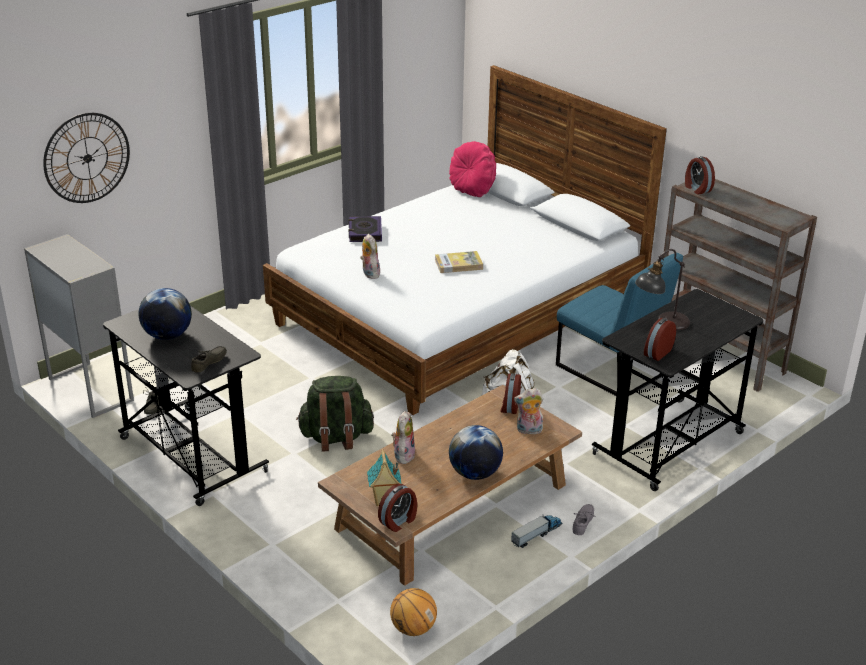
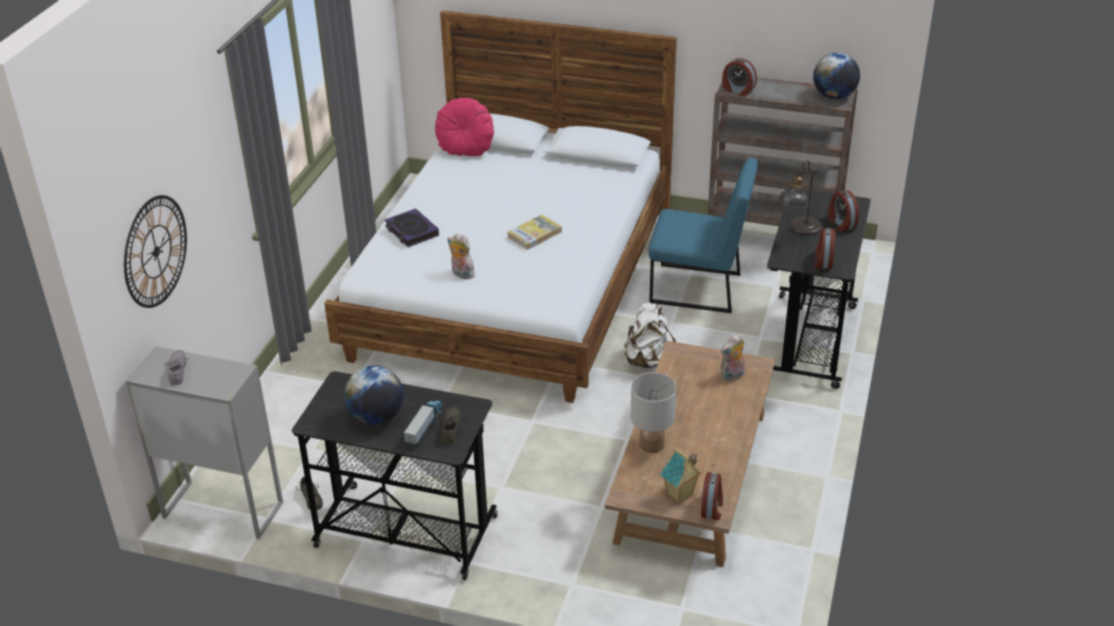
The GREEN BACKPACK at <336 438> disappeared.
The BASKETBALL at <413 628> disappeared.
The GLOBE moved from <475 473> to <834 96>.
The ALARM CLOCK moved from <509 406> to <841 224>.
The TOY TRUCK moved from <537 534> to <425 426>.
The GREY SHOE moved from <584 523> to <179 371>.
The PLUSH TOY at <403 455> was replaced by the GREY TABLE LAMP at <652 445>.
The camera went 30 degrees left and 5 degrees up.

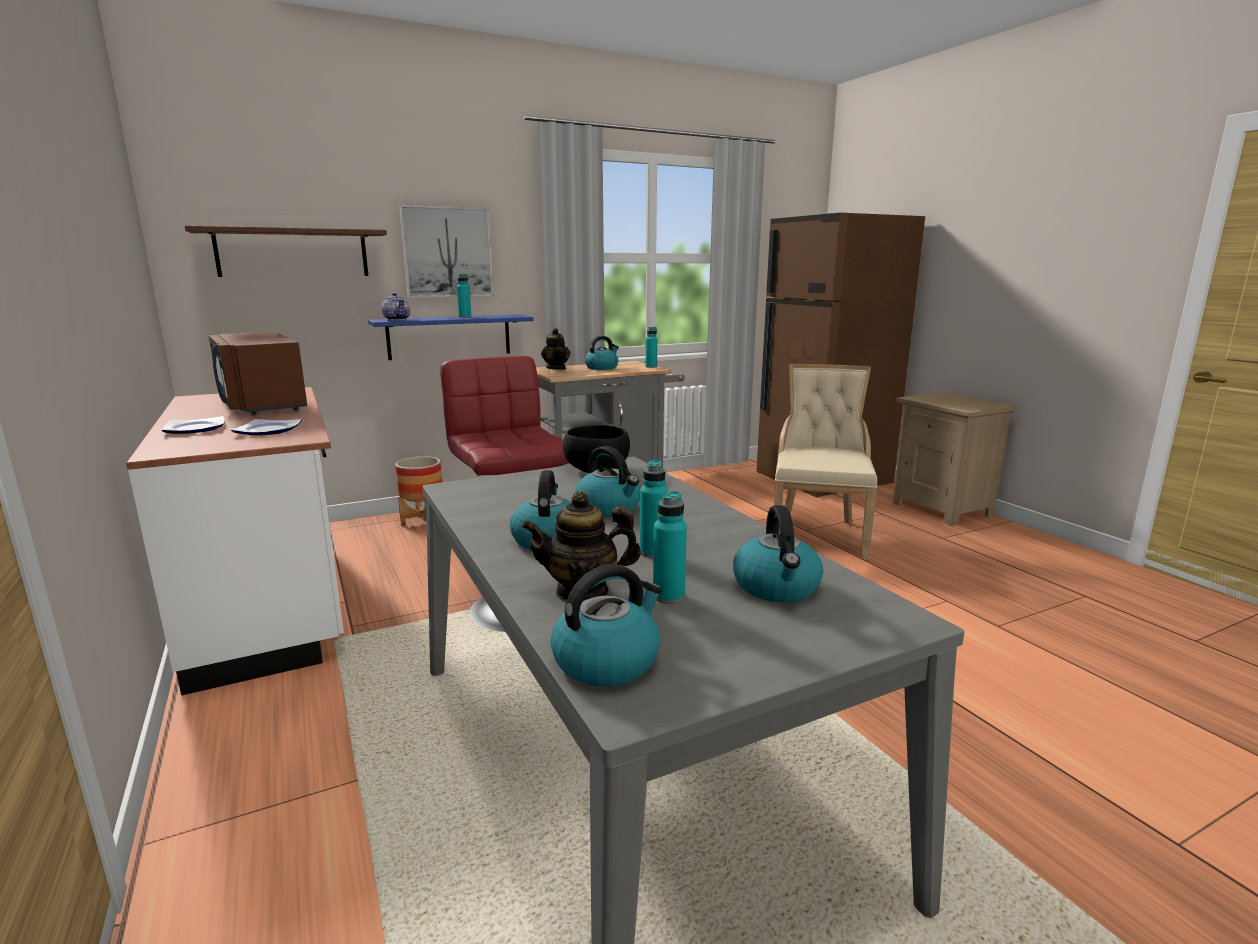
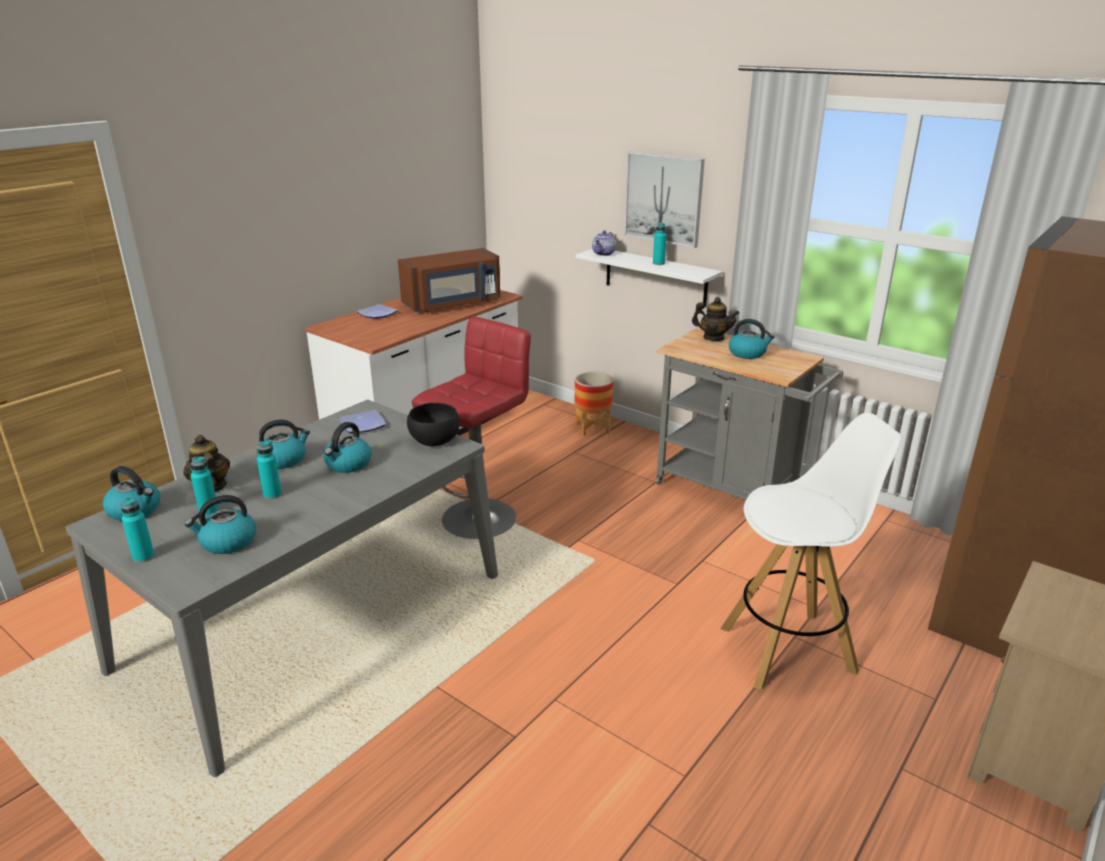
The BROWN SHELF at <293 253> disappeared.
The PLATE moved from <270 430> to <363 425>.
The TURQUOISE BOTTLE moved from <651 367> to <143 557>.
The BEIGE CHAIR at <817 535> was replaced by the WHITE STOOL at <789 649>.
The BLUE SHELF at <449 336> became the WHITE SHELF at <655 277>.
The BROWN MICROWAVE at <261 404> turned 150 degrees counterclockwise.
The TEAPOT at <556 368> turned 105 degrees counterclockwise.
The camera went 65 degrees right and 10 degrees up.

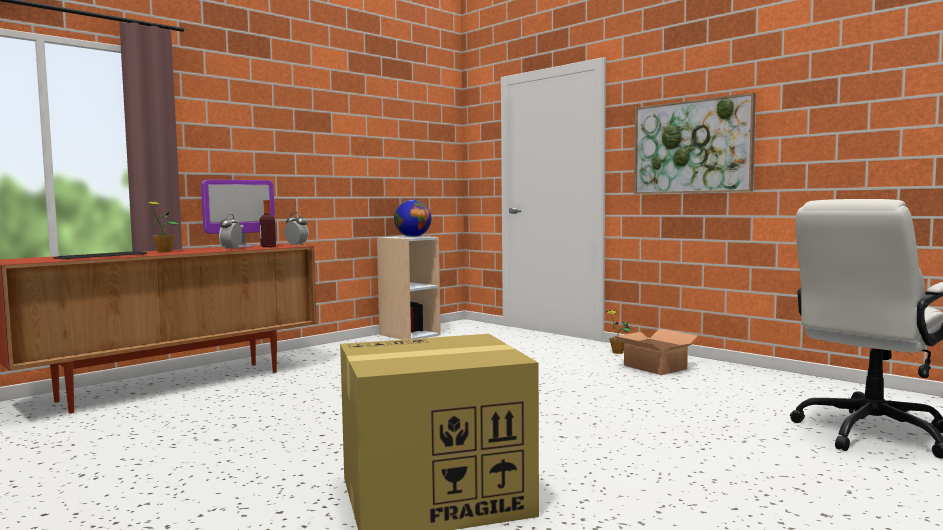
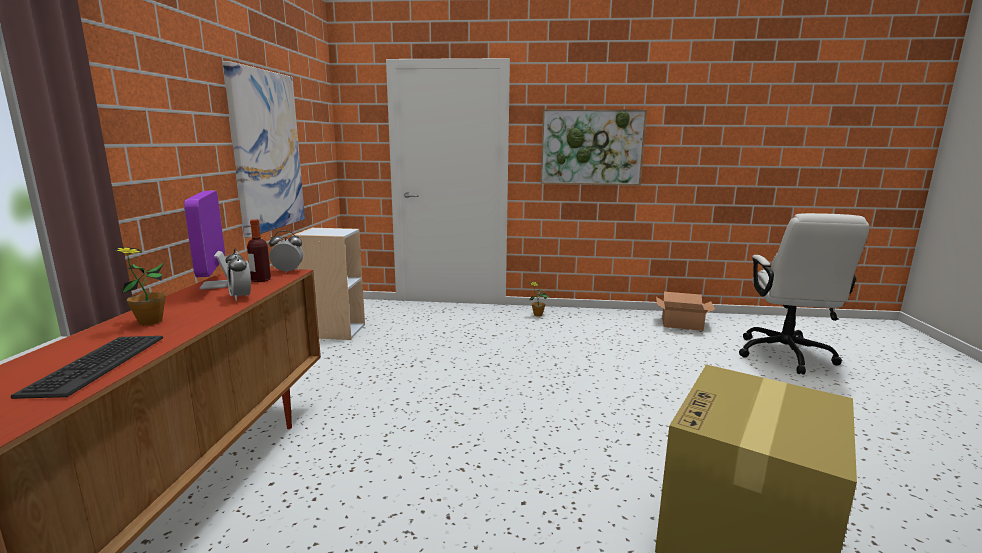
The GLOBE at <413 236> disappeared.
The PICTURE at <267 151> appeared.
The CARDBOARD BOX moved from <655 367> to <682 324>.
The MONITOR at <240 247> turned 150 degrees clockwise.
The camera went 40 degrees left and 10 degrees up.

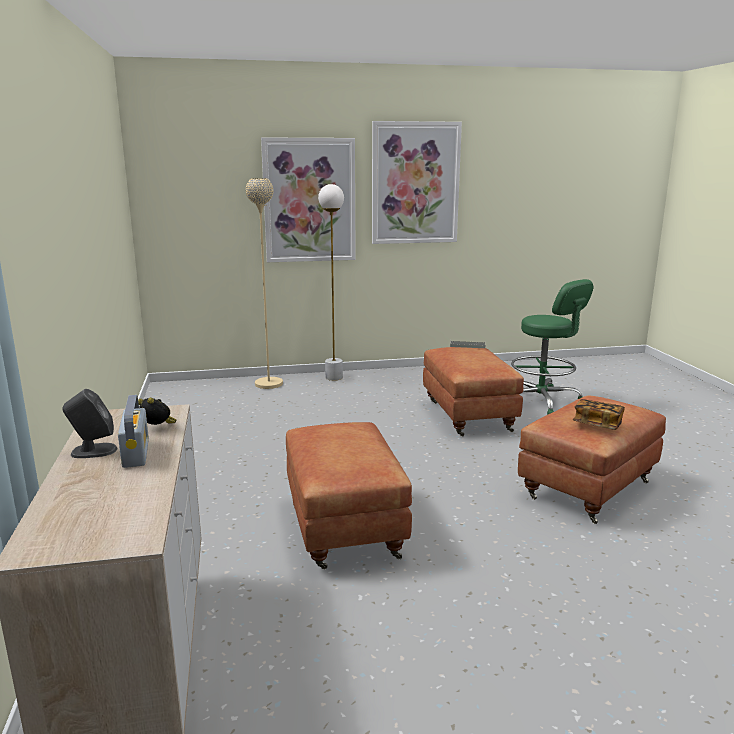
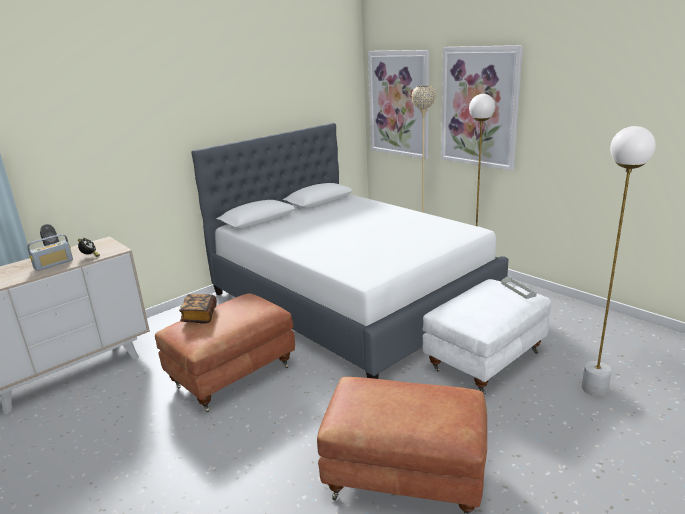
The WHITE BED at <351 299> appeared.
The PICTURE moved from <415 183> to <399 103>.
The BOOK moved from <597 424> to <200 316>.
The GREEN STOOL at <541 401> was replaced by the WHITE FLOOR LAMP at <594 389>.
The BROWN OTTOMAN at <467 416> became the WHITE OTTOMAN at <484 360>.
The camera went 60 degrees right and 5 degrees up.

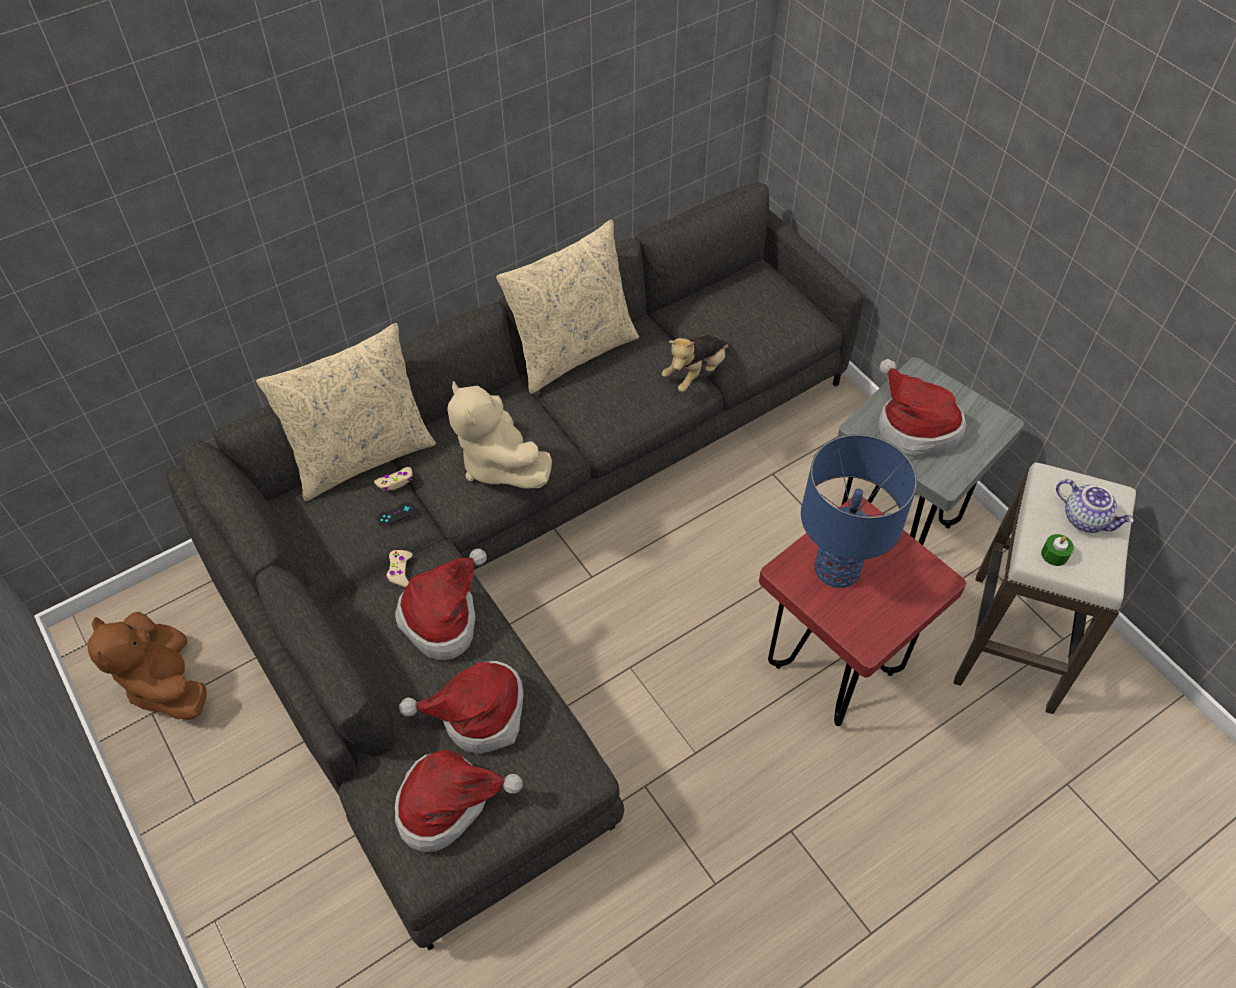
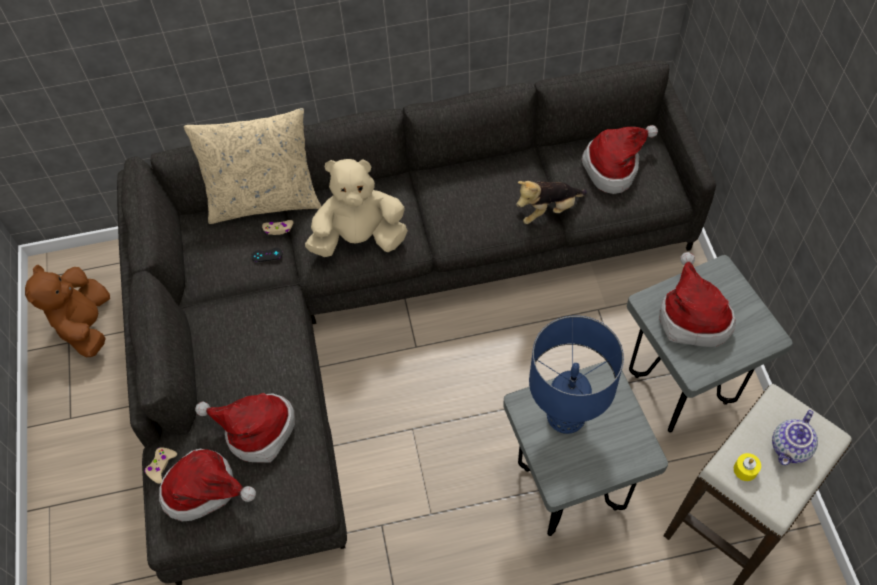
The BEIGE PILLOW at <572 352> disappeared.
The BEIGE GAME CONTROLLER moved from <399 571> to <161 466>.
The HAT moved from <444 617> to <614 166>.
The RED STOOL at <833 669> became the GREY STOOL at <570 488>.
The GREEN CANDLE at <1054 554> became the YELLOW CANDLE at <745 470>.
The BEIGE PLUSH TOY at <499 463> turned 90 degrees clockwise.
The TEAPOT at <1086 519> turned 60 degrees clockwise.
The camera went 25 degrees right and 5 degrees up.

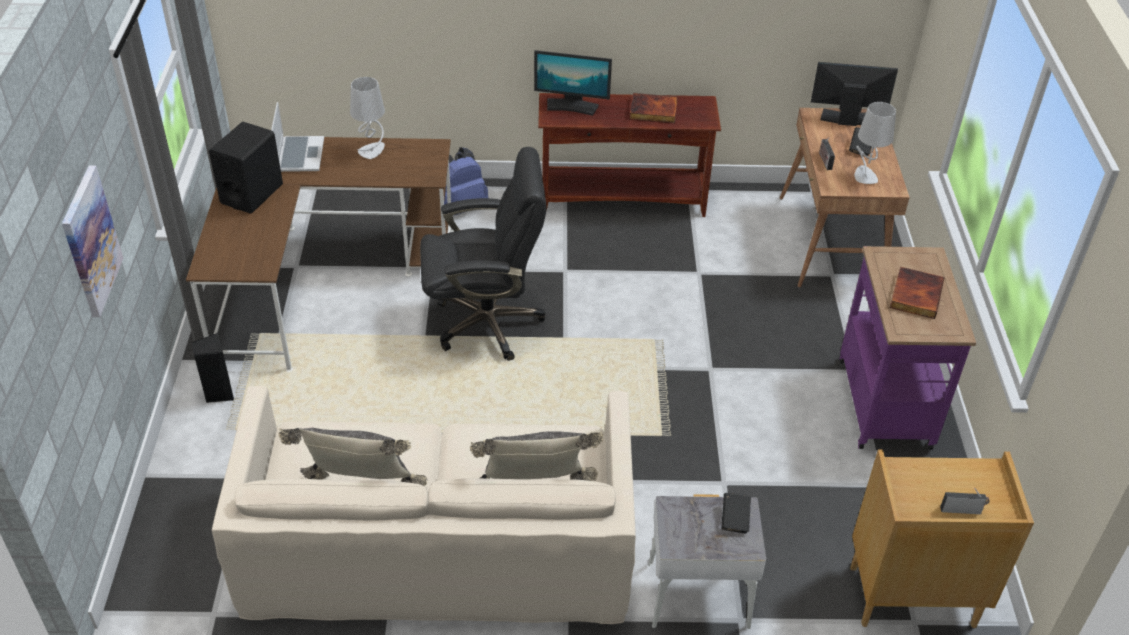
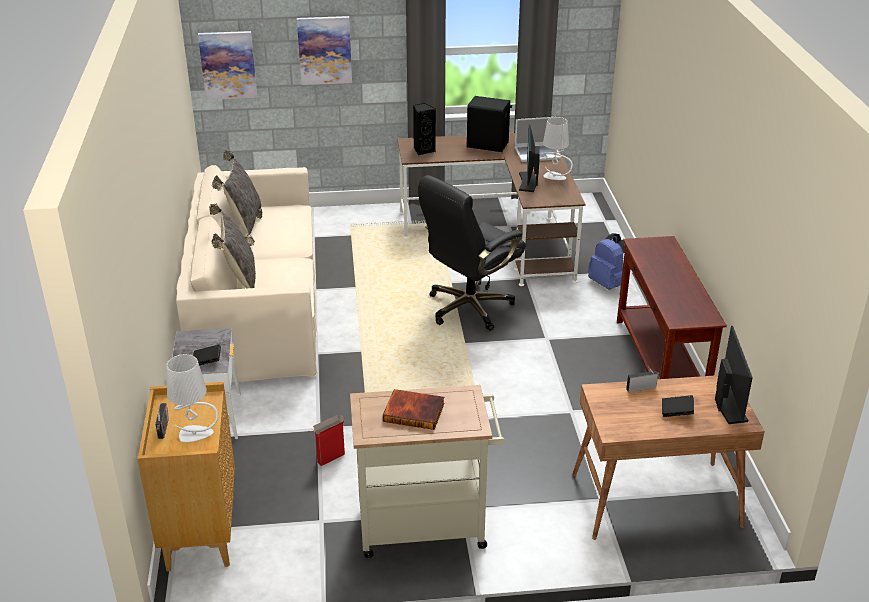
The BOOK at <653 111> disappeared.
The PICTURE at <228 65> appeared.
The CARDBOARD BOX at <330 458> appeared.
The BLACK SPEAKER moved from <218 393> to <423 150>.
The MONITOR moved from <571 106> to <528 182>.
The GREY TABLE LAMP moved from <864 176> to <195 434>.
The PURPLE CART at <883 400> became the BEIGE CART at <426 527>.
The BLACK OFFICE CHAIR at <485 324> turned 60 degrees clockwise.
The camera went 85 degrees right and 10 degrees down.

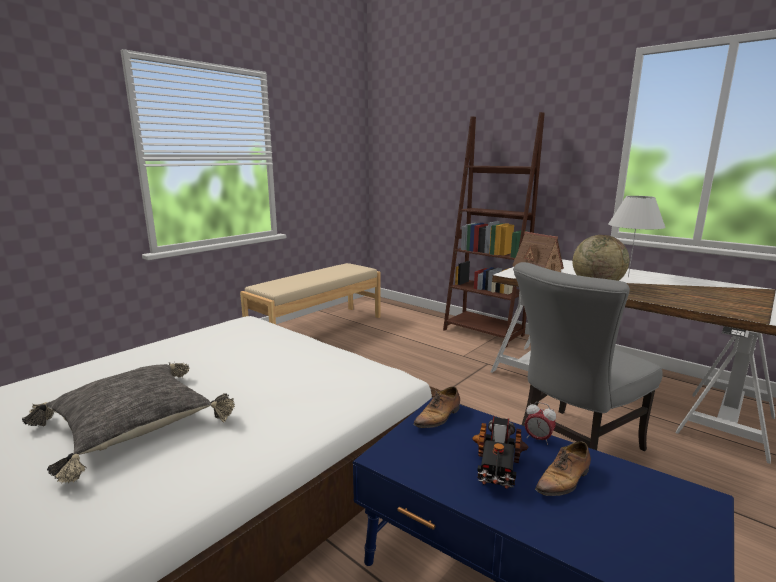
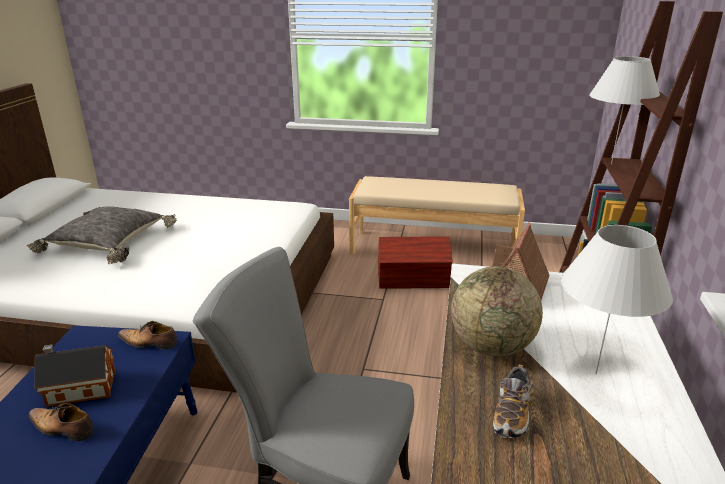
The ALARM CLOCK at <538 439> disappeared.
The BROWN STORAGE BOX at <414 280> appeared.
The SHOE at <512 415> appeared.
The WHITE TABLE LAMP at <611 163> appeared.
The TOY TRUCK at <496 465> was replaced by the TOY HOUSE at <79 388>.
The camera went 60 degrees right and 10 degrees up.

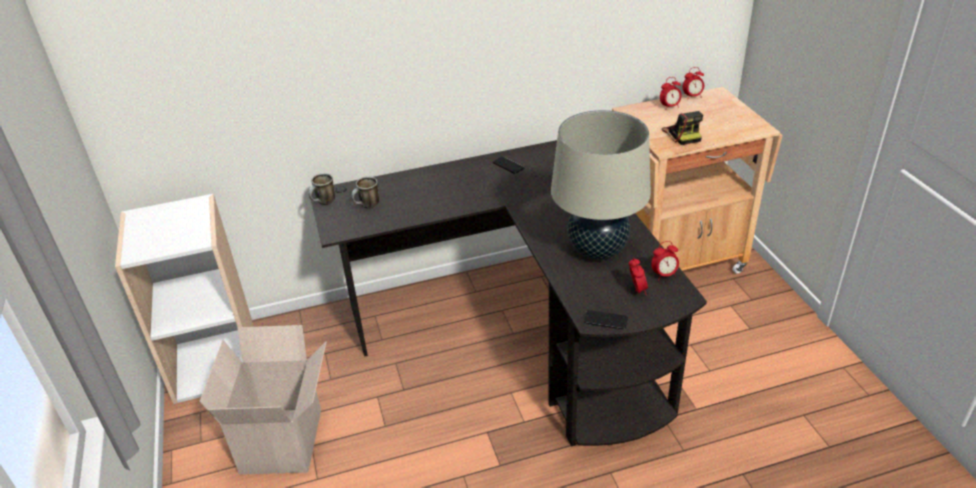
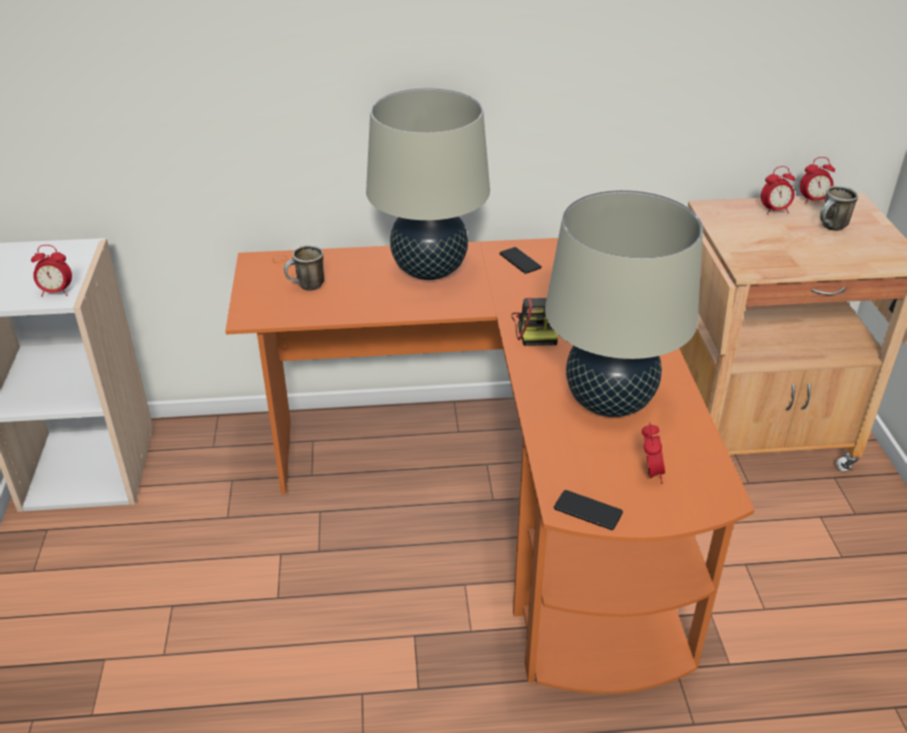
The CARDBOARD BOX at <284 442> disappeared.
The BEIGE TABLE LAMP at <429 270> appeared.
The MUG moved from <324 203> to <831 228>.
The ALARM CLOCK moved from <664 275> to <56 292>.
The PHOTO CAMERA moved from <682 134> to <537 328>.
The BLACK DESK at <518 332> became the ORANGE DESK at <500 499>.
The camera went 10 degrees right and 0 degrees up.

